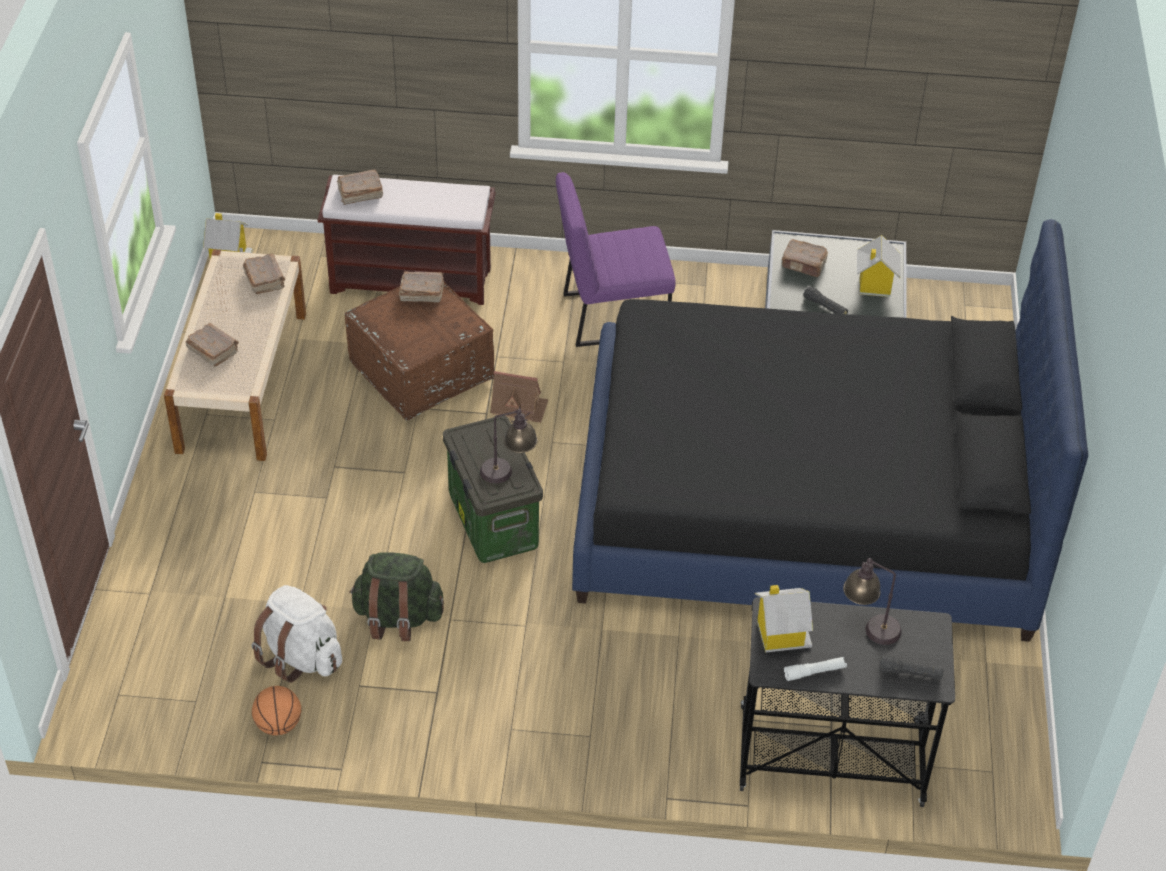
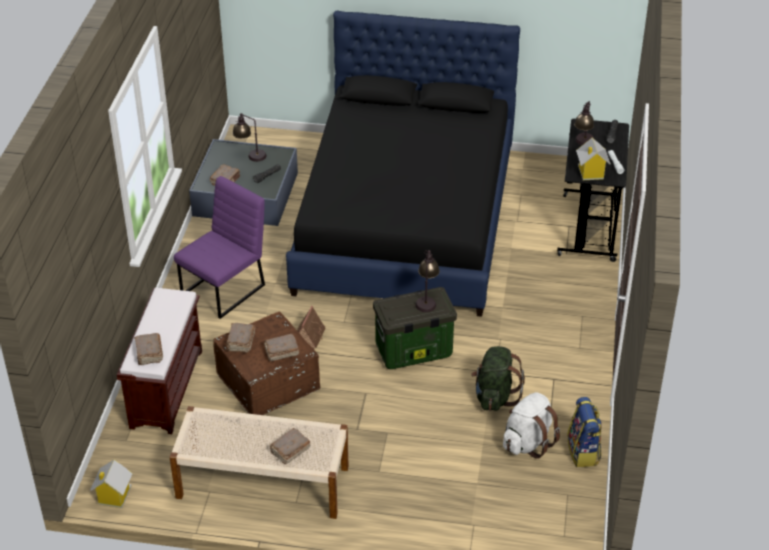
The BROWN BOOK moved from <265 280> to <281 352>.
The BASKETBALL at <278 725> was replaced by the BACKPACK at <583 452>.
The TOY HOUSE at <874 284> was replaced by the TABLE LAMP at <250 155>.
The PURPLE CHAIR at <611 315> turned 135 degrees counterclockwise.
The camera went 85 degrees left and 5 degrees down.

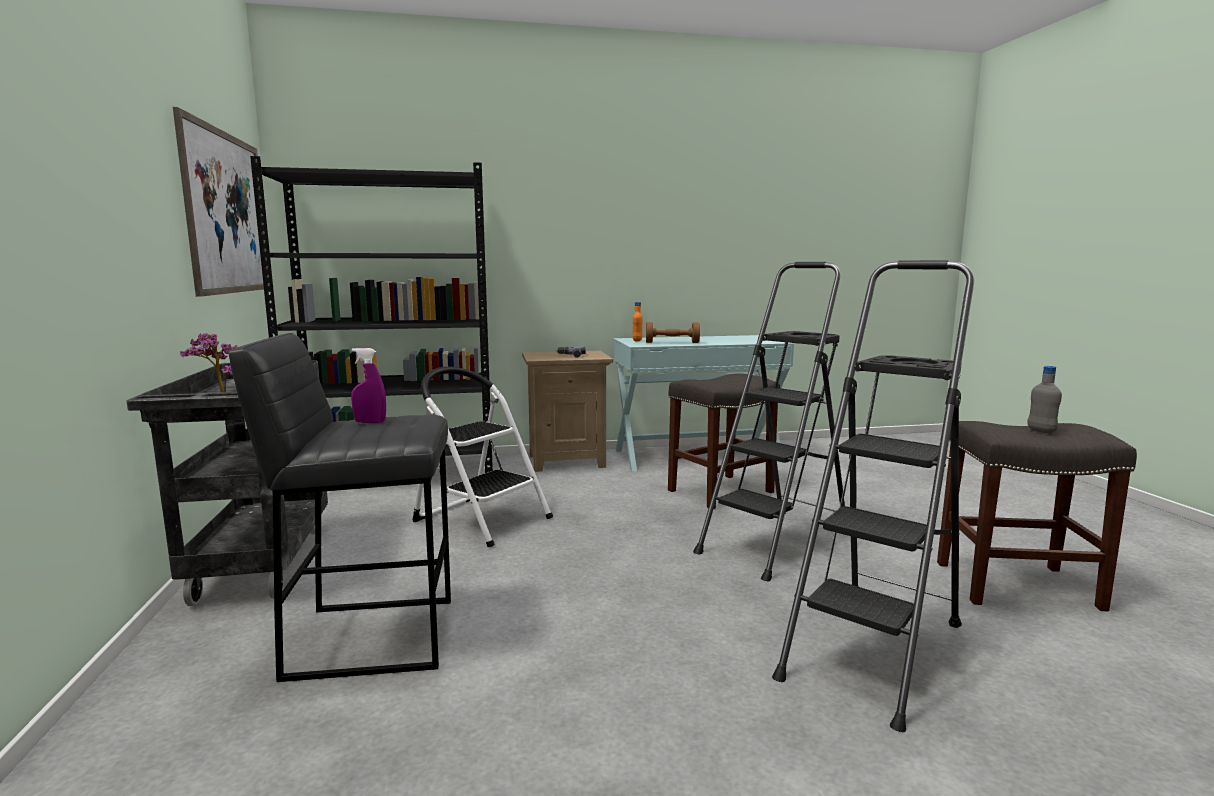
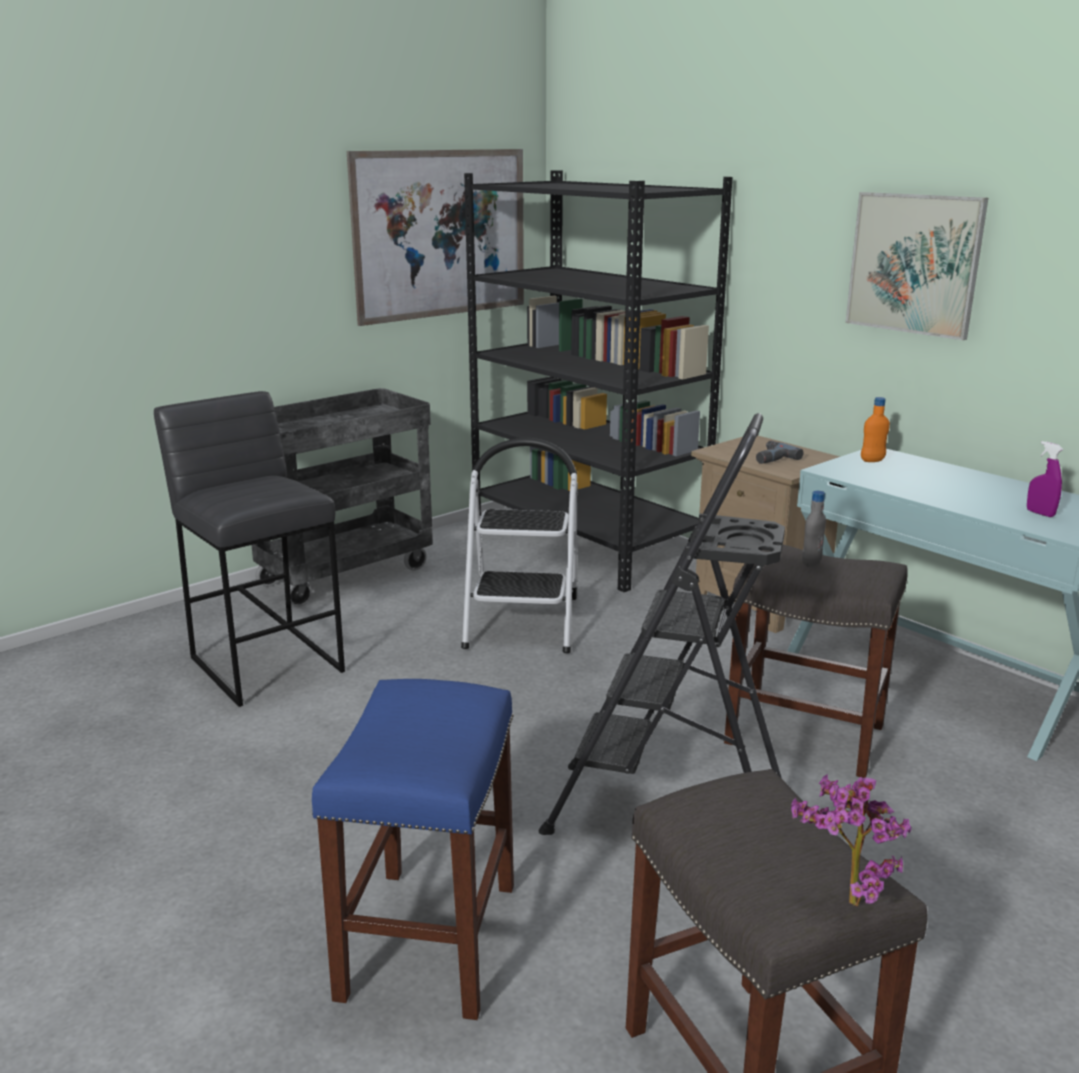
The BROWN DUMBBELL at <672 342> disappeared.
The PICTURE at <914 264> appeared.
The POTTED PLANT moved from <218 392> to <844 898>.
The PURPLE SPRAY BOTTLE moved from <370 422> to <1040 513>.
The GREY BOTTLE moved from <1041 431> to <811 563>.
The STEP LADDER at <874 647> was replaced by the BLUE STOOL at <430 942>.
The camera went 60 degrees right and 10 degrees up.

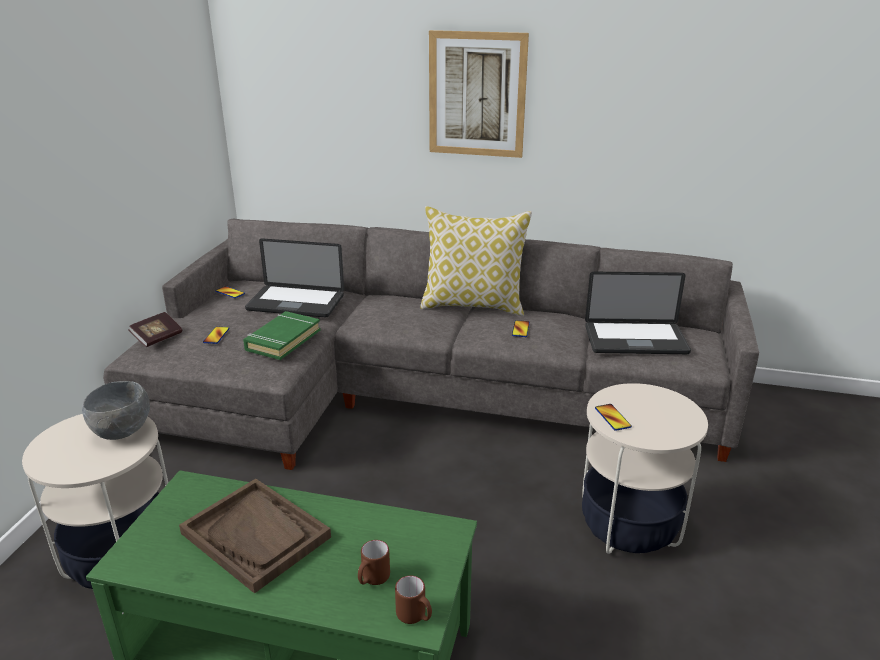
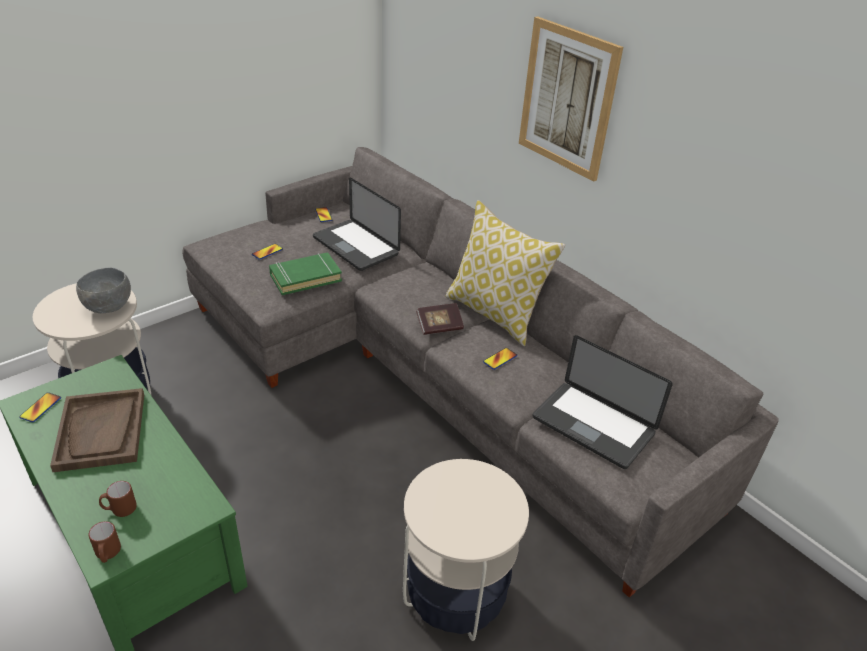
The BOOK moved from <157 338> to <439 326>.
The PHONE moved from <612 418> to <40 408>.
The camera went 35 degrees right and 10 degrees up.

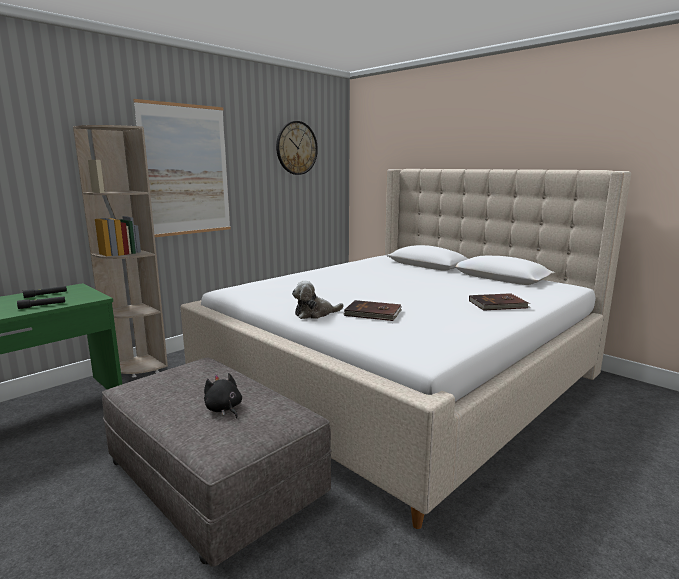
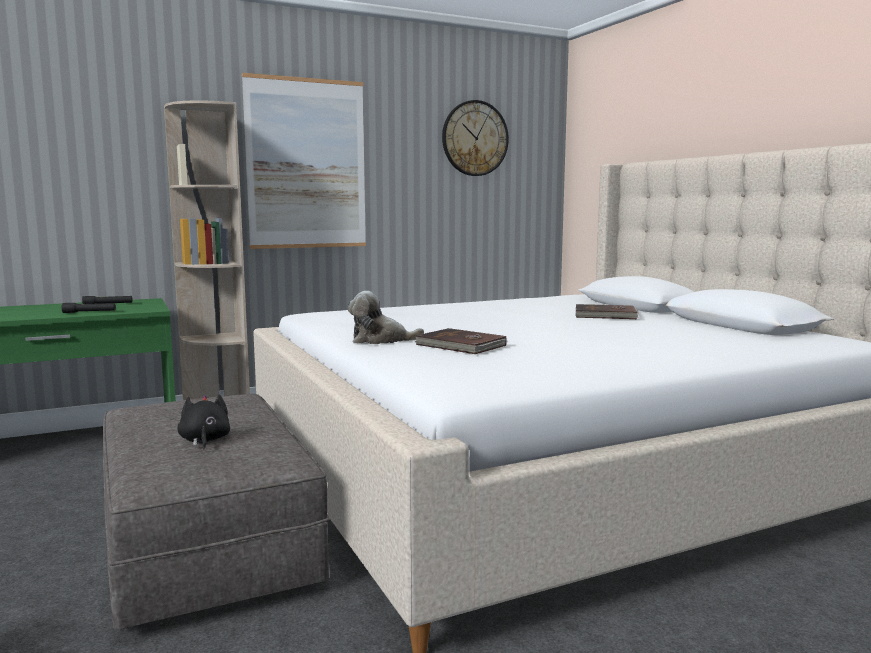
The BROWN BOOK moved from <498 304> to <606 315>.
The camera went 20 degrees right and 5 degrees down.

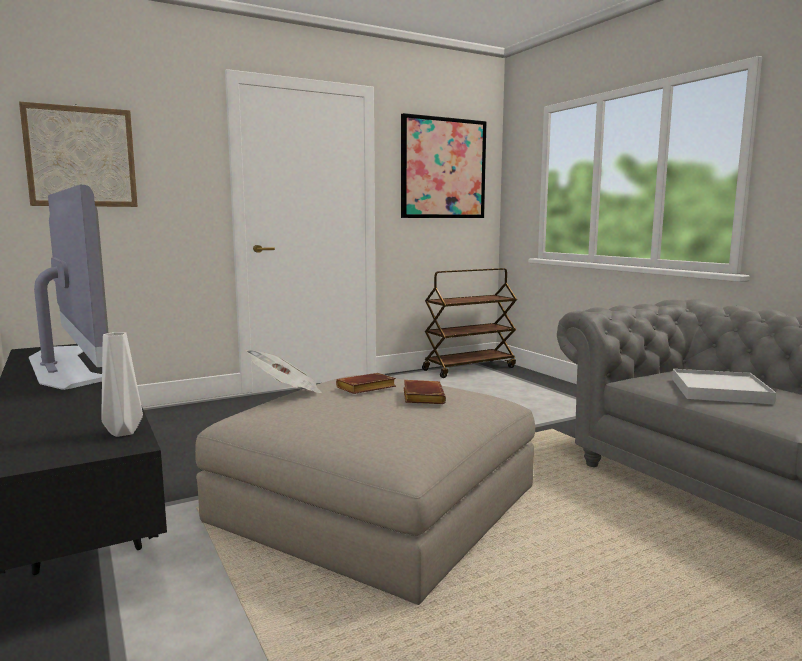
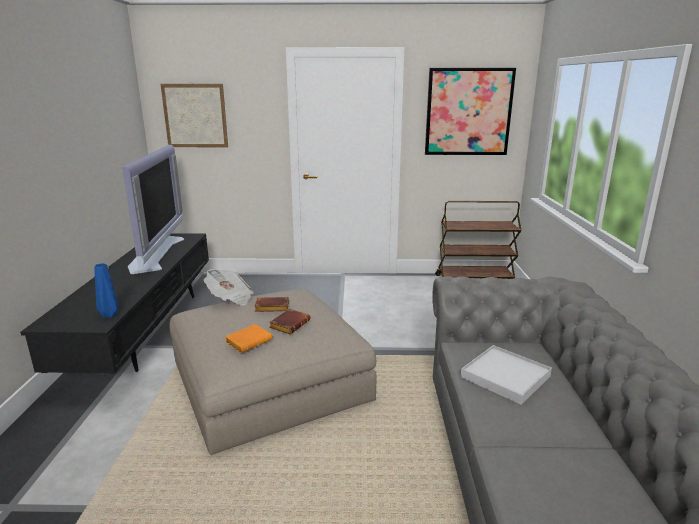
The ORANGE BOOK at <249 341> appeared.
The WHITE VASE at <124 432> became the BLUE VASE at <110 315>.
The camera went 30 degrees right and 10 degrees up.

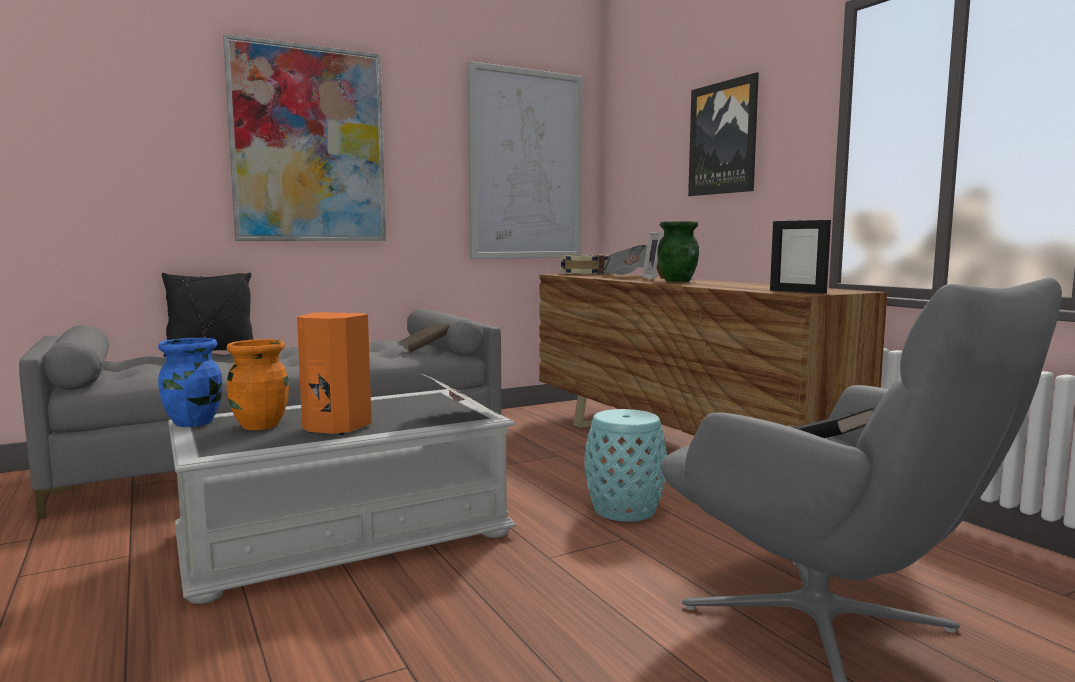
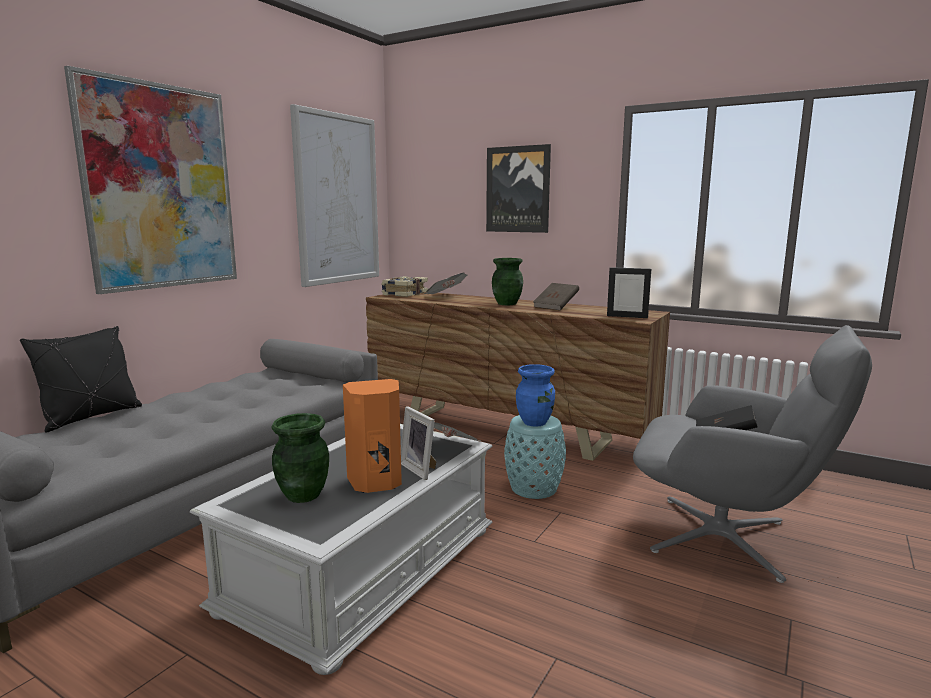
The BLUE VASE moved from <194 422> to <535 422>.
The BROWN BOOK moved from <427 349> to <556 306>.
The PICTURE FRAME moved from <655 278> to <421 469>.
The ORANGE VASE at <260 425> became the GREEN VASE at <303 495>.
The camera went 30 degrees left and 5 degrees up.

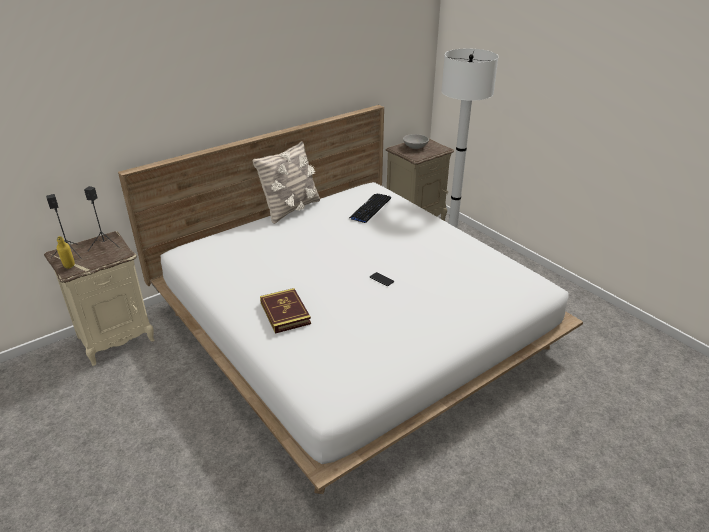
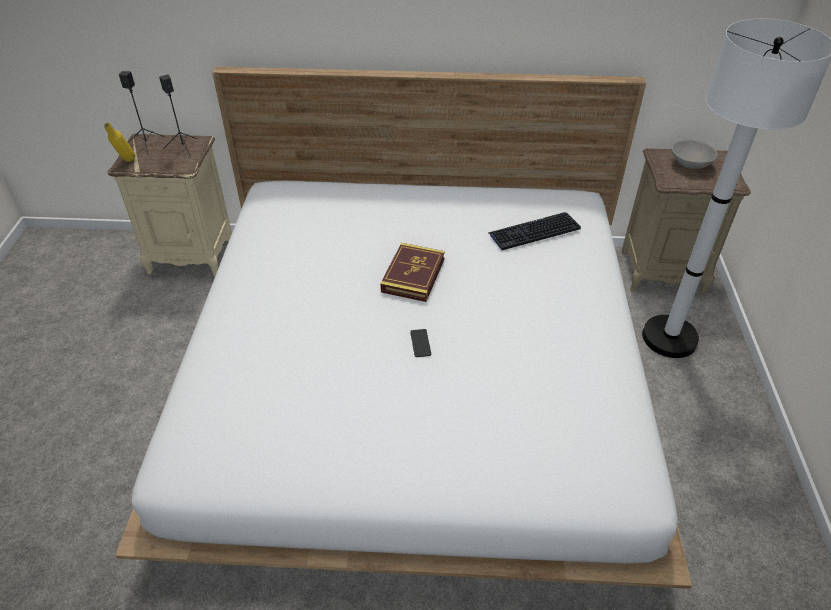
The BEIGE PILLOW at <291 209> disappeared.
The BOOK moved from <285 313> to <413 275>.
The camera went 40 degrees right and 10 degrees up.

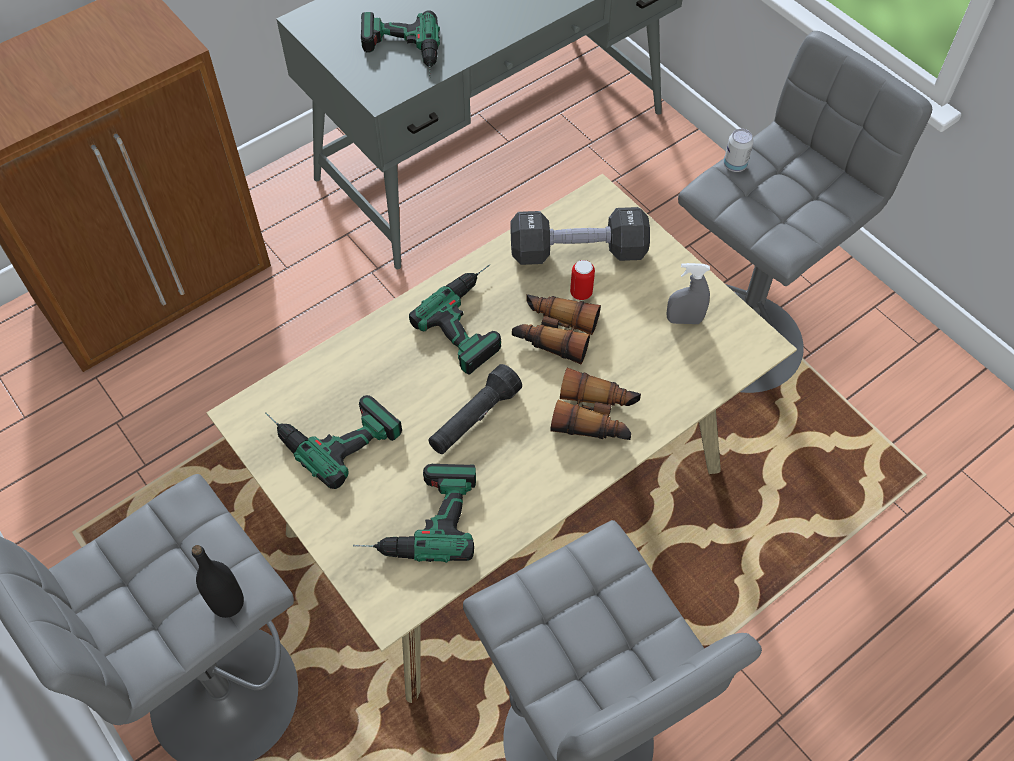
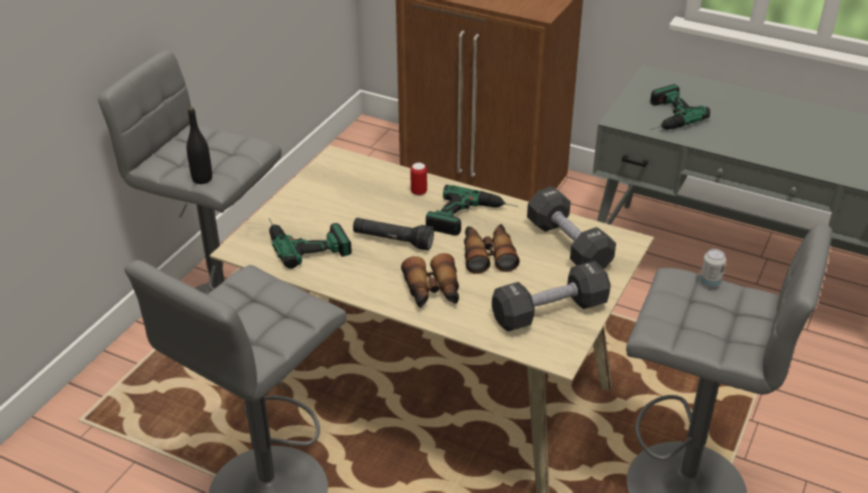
The POWER DRILL at <330 430> disappeared.
The CAN moved from <581 293> to <419 192>.
The GREY SPRAY BOTTLE at <684 320> was replaced by the BLACK DUMBBELL at <549 312>.
The camera went 65 degrees right and 20 degrees down.

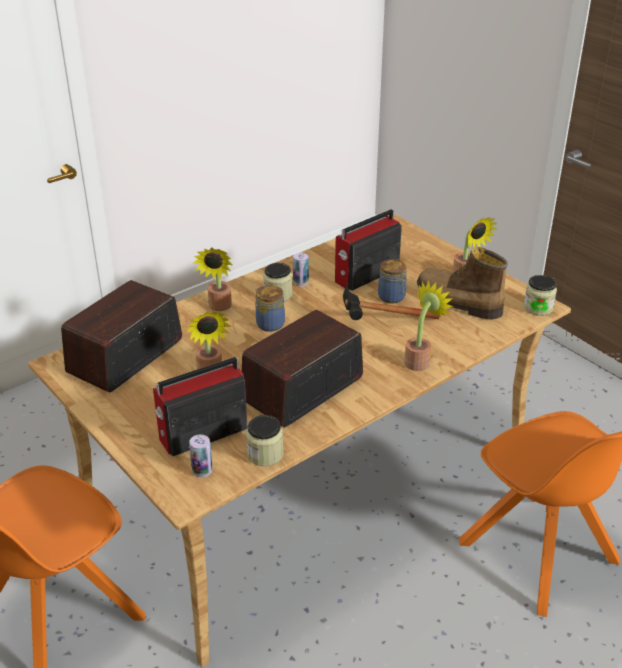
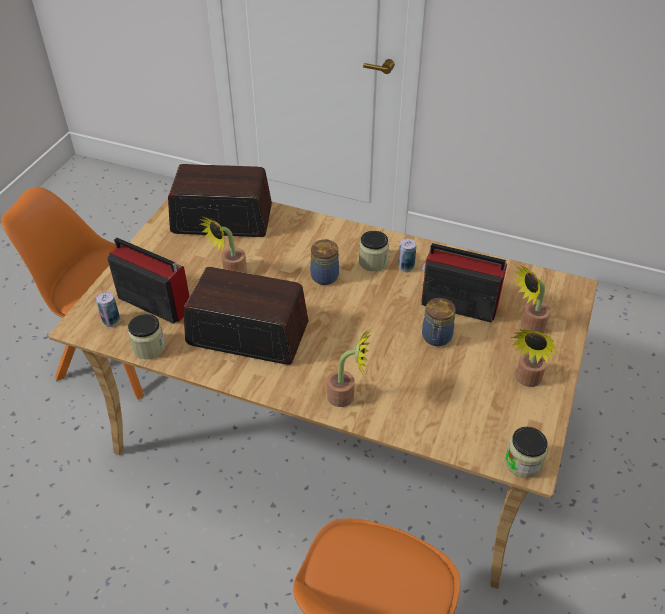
The HAMMER at <378 323> disappeared.
The BOOT at <457 302> disappeared.
The POTTED PLANT moved from <219 307> to <528 327>.
The camera went 60 degrees right and 10 degrees up.

